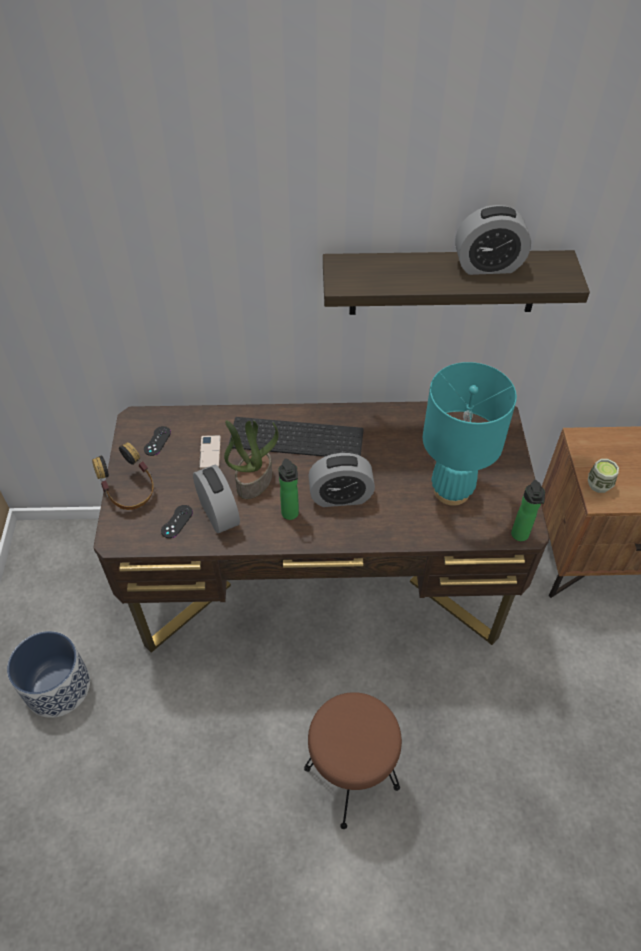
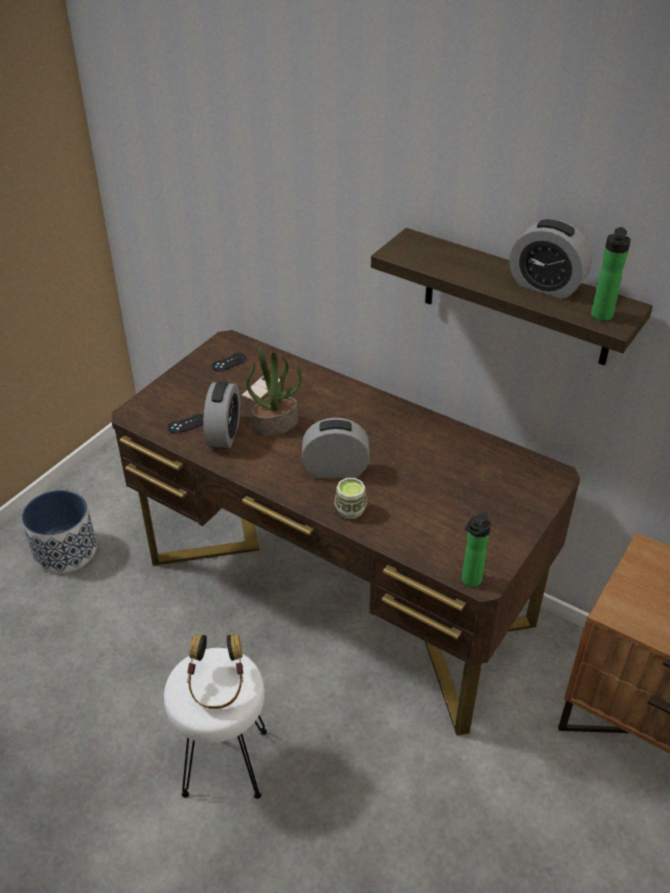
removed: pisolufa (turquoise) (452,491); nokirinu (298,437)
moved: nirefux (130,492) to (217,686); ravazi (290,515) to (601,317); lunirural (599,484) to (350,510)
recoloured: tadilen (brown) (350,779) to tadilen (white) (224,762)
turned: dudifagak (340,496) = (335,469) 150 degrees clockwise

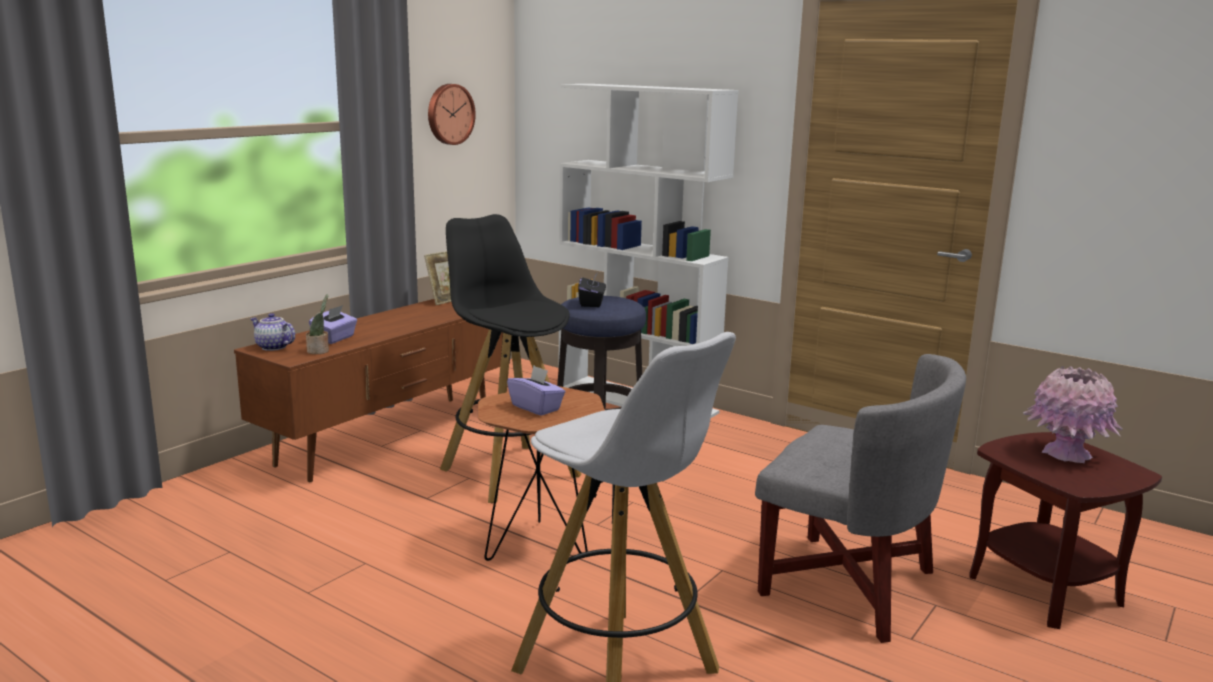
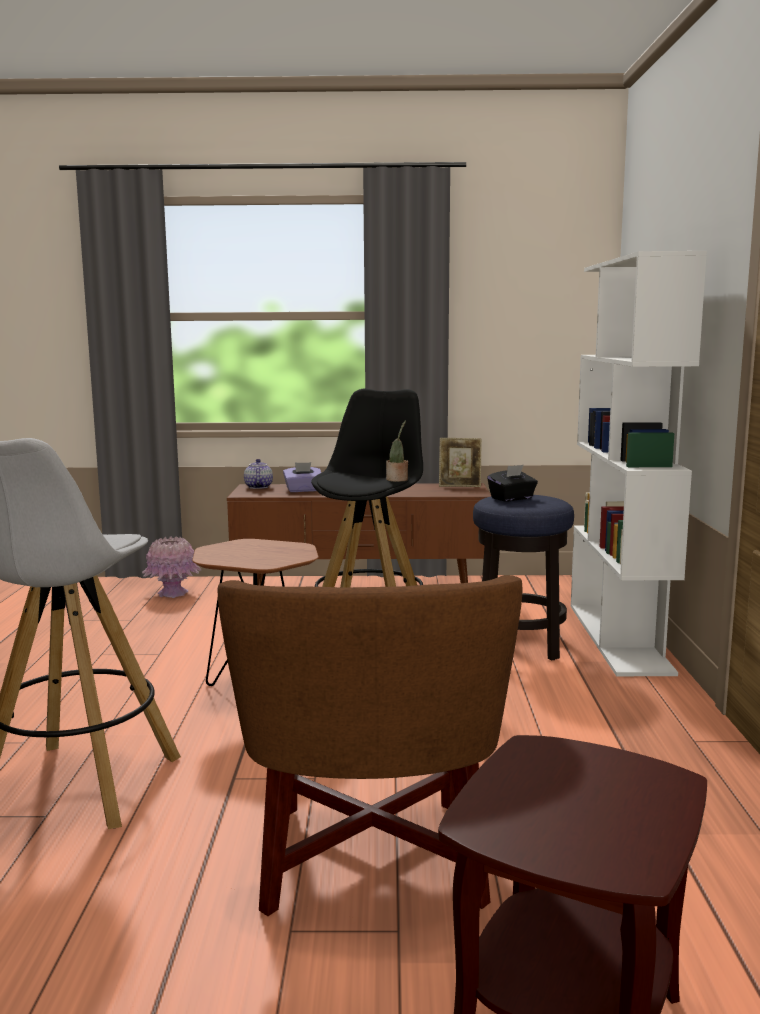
removed: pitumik (449,114); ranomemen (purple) (536,407)
moved: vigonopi (319,351) to (398,480); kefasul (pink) (1066,454) to (172,593)
recoloured: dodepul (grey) (849,585) to dodepul (brown) (371,856)

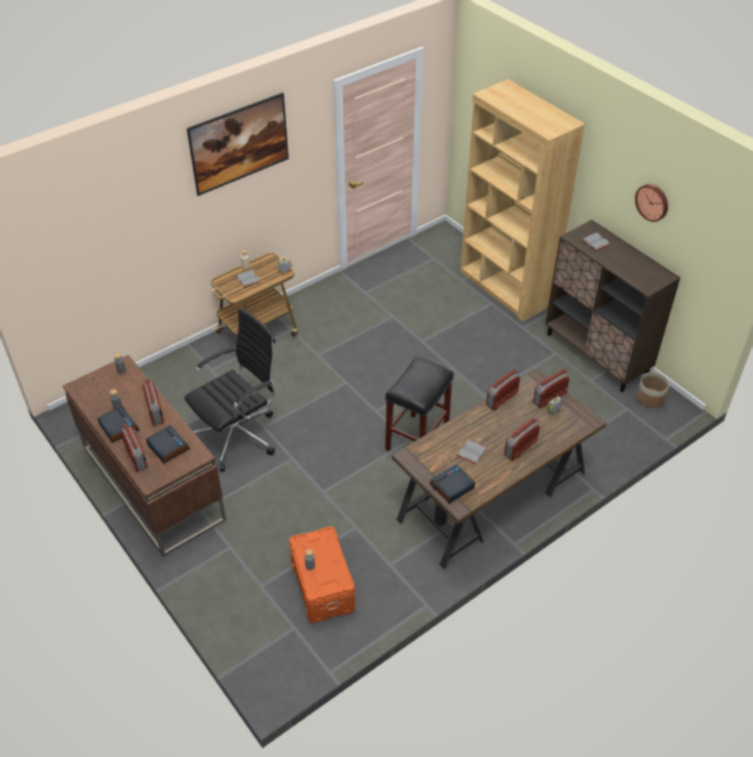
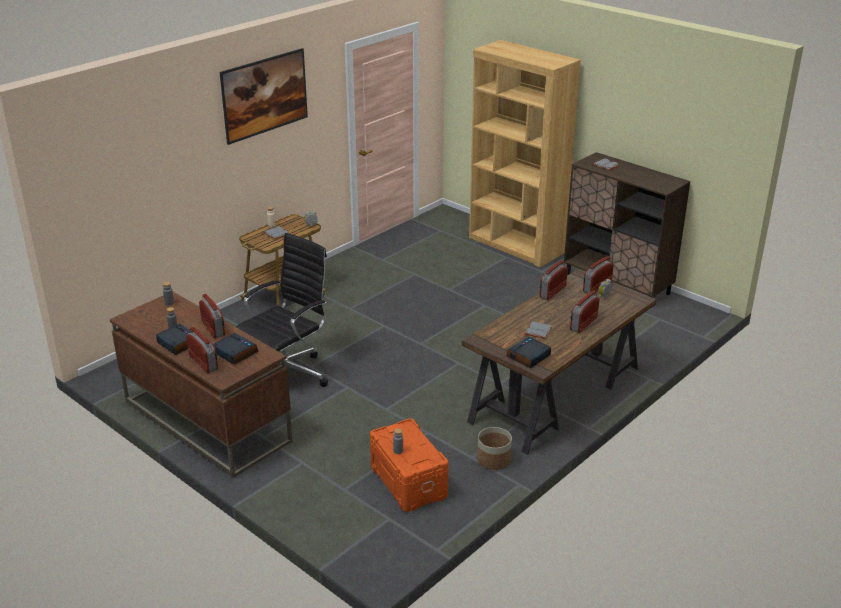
removed: pitumik (652,202); tadilen (black) (417,439)
moved: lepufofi (650,398) to (493,460)

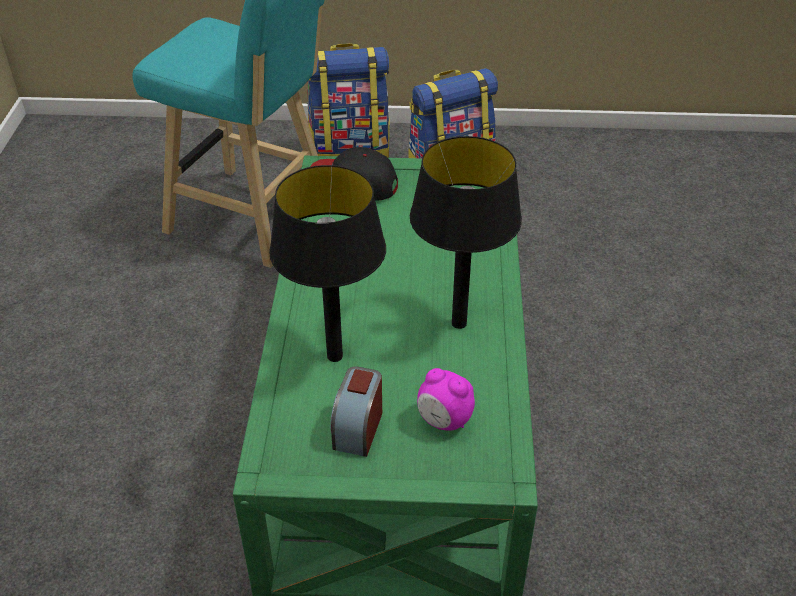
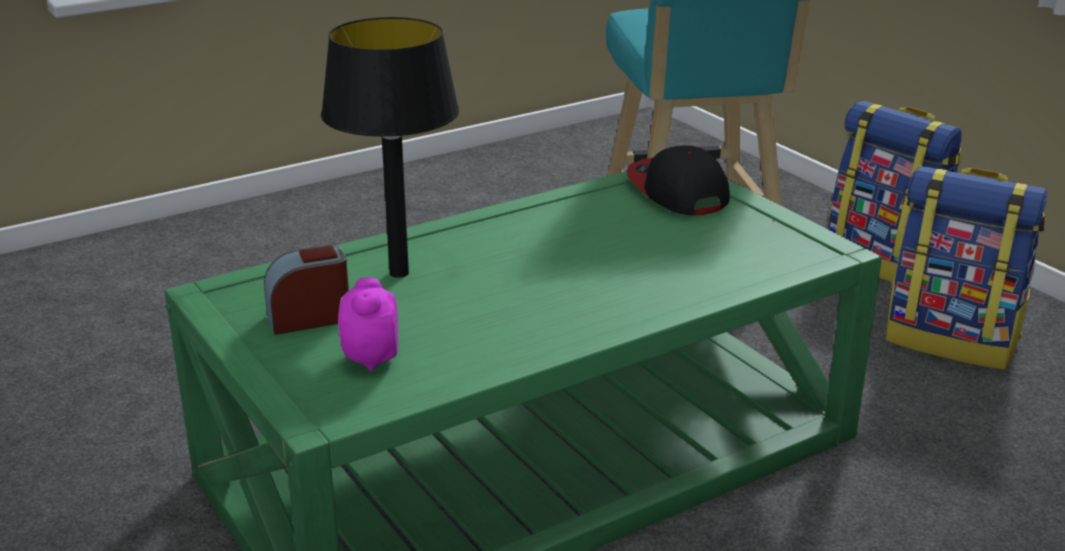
removed: pisolufa (black) (459,323)

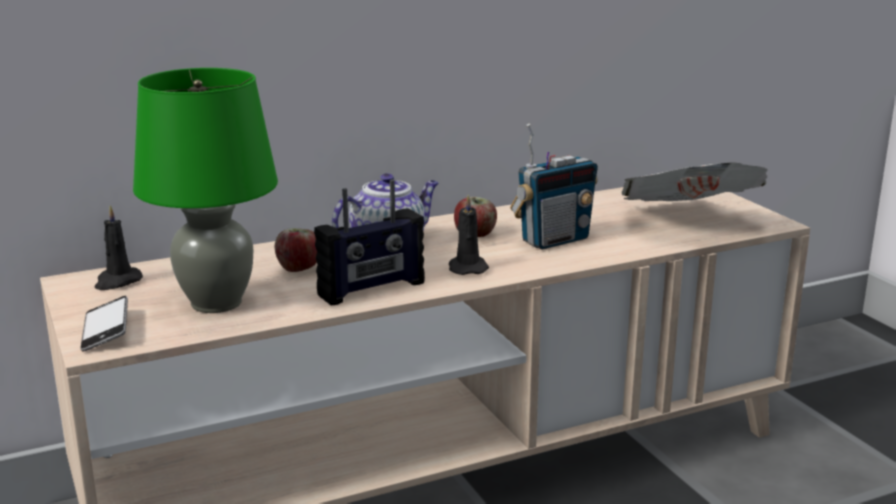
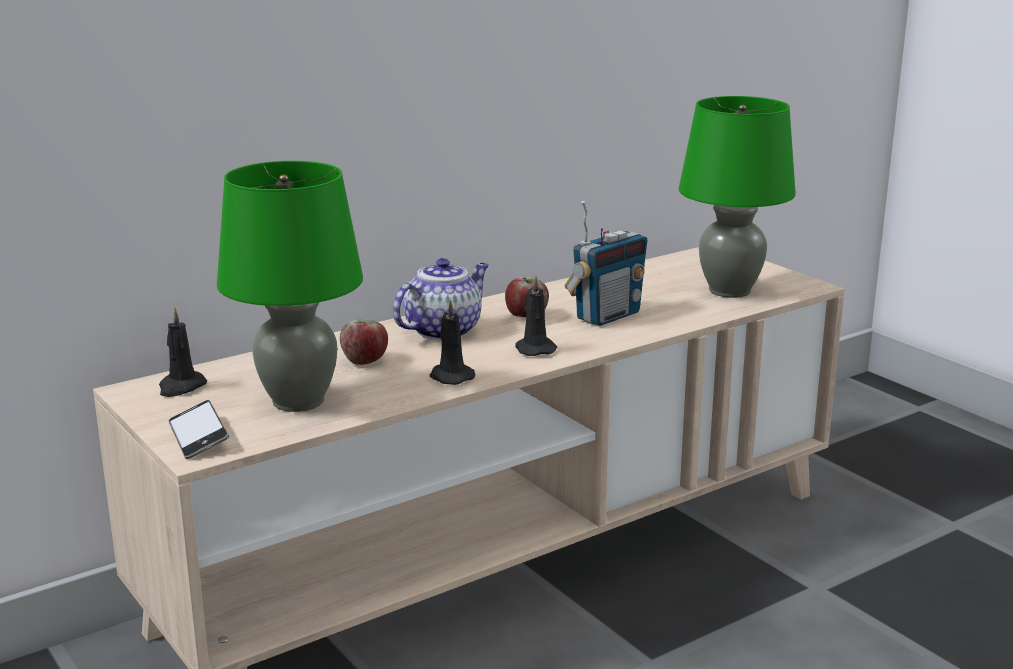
replaced: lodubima (688,223) to pisolufa (green) (729,291); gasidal (372,289) to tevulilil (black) (450,377)

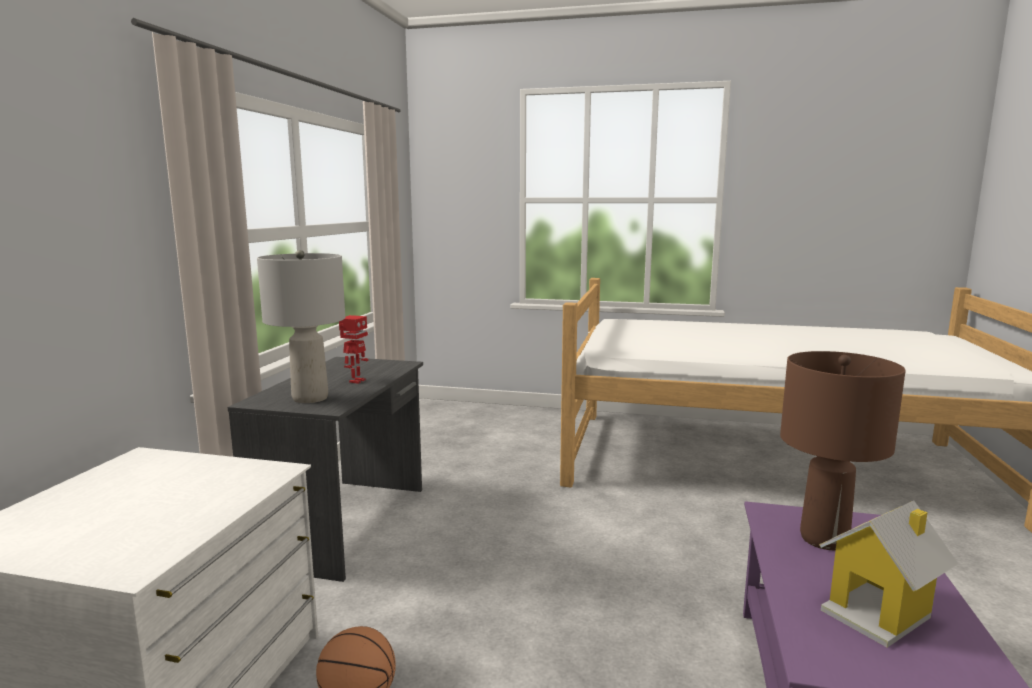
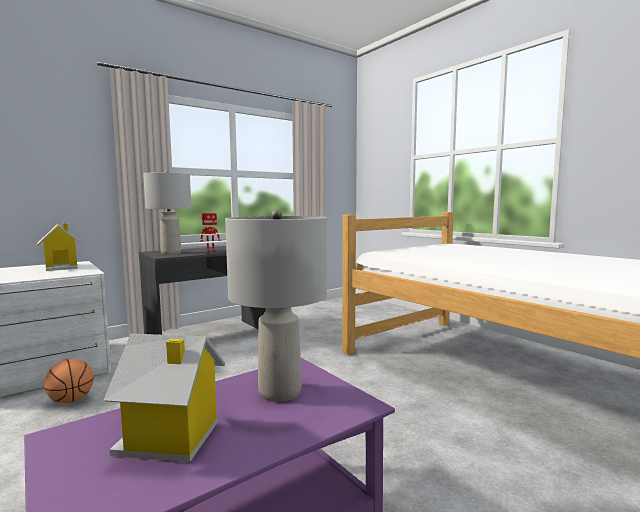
added: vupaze (62,267)
recoloured: pisolufa (brown) (823,539) to pisolufa (grey) (280,391)

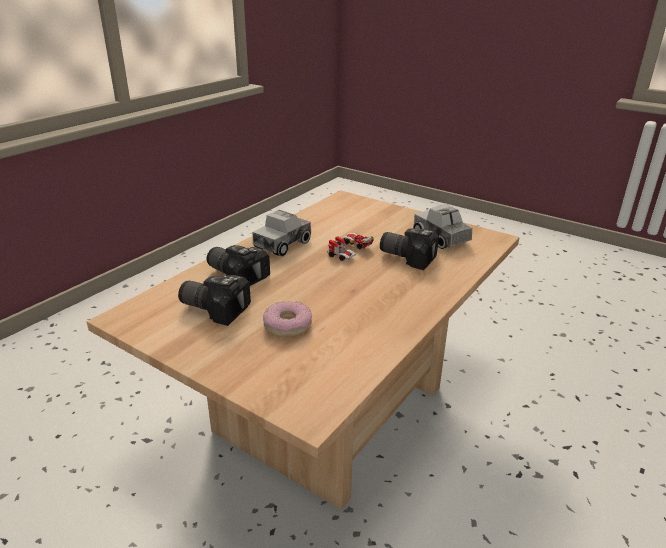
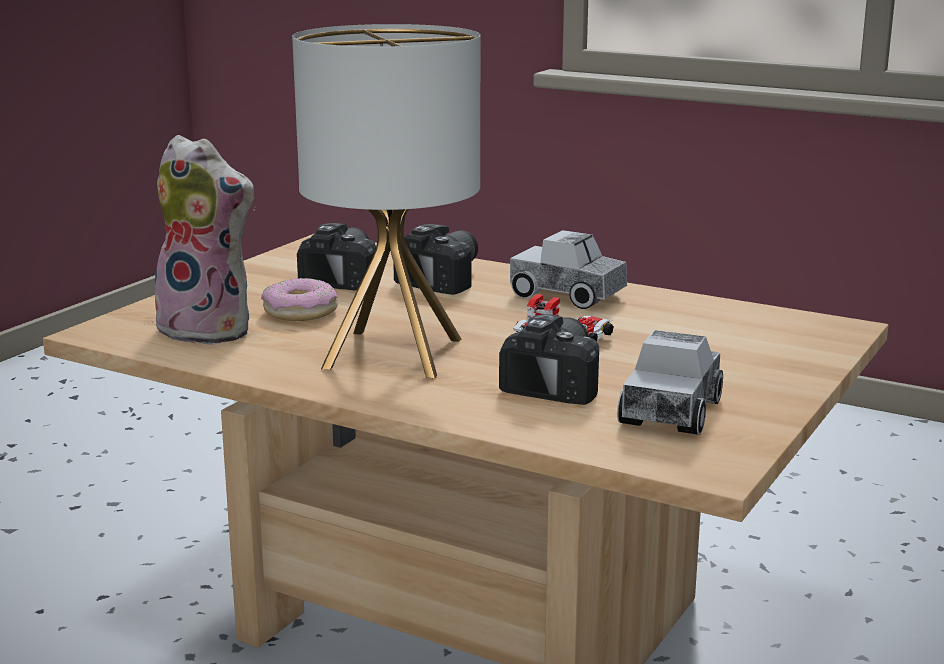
added: pisolufa (393,353); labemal (211,329)
turned: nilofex (441,238) = (671,411) 150 degrees clockwise

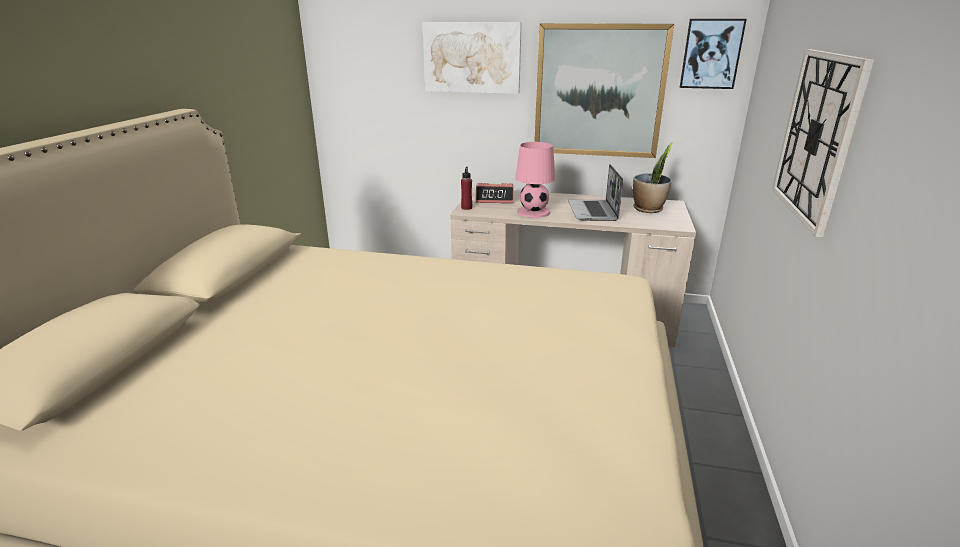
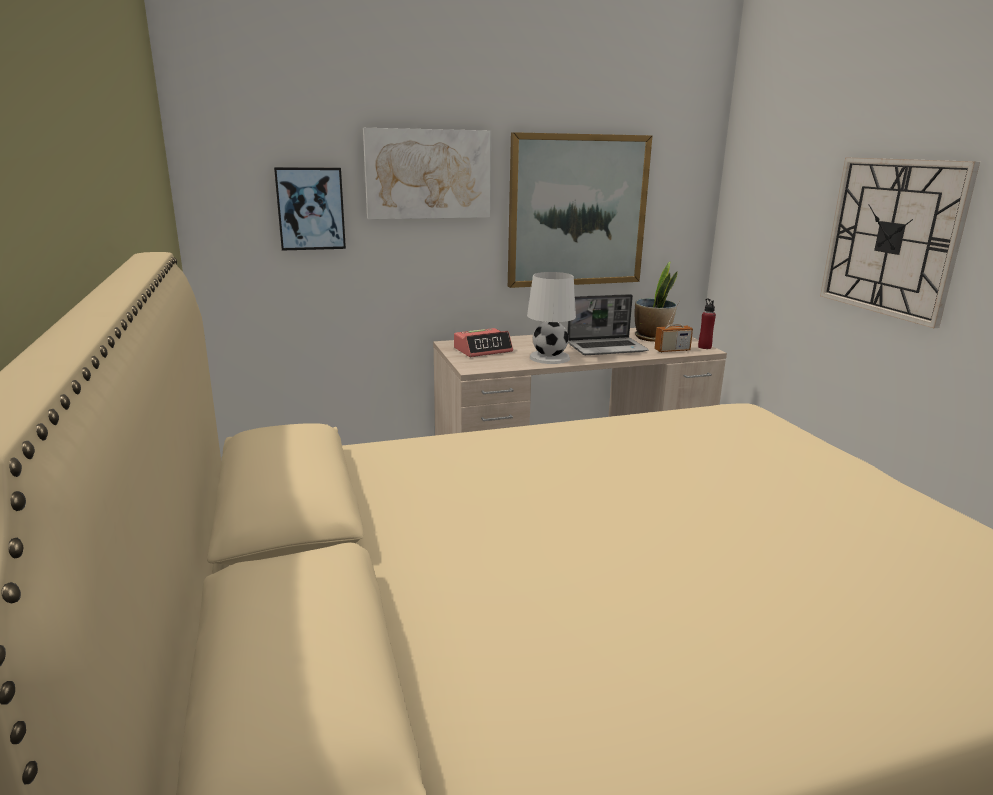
added: gasidal (672,350)
moved: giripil (711,54) to (310,208); ravazi (red) (466,208) to (704,347)
recoloured: pisolufa (pink) (533,212) to pisolufa (white) (549,358)
turned: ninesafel (593,212) = (607,348) 75 degrees counterclockwise

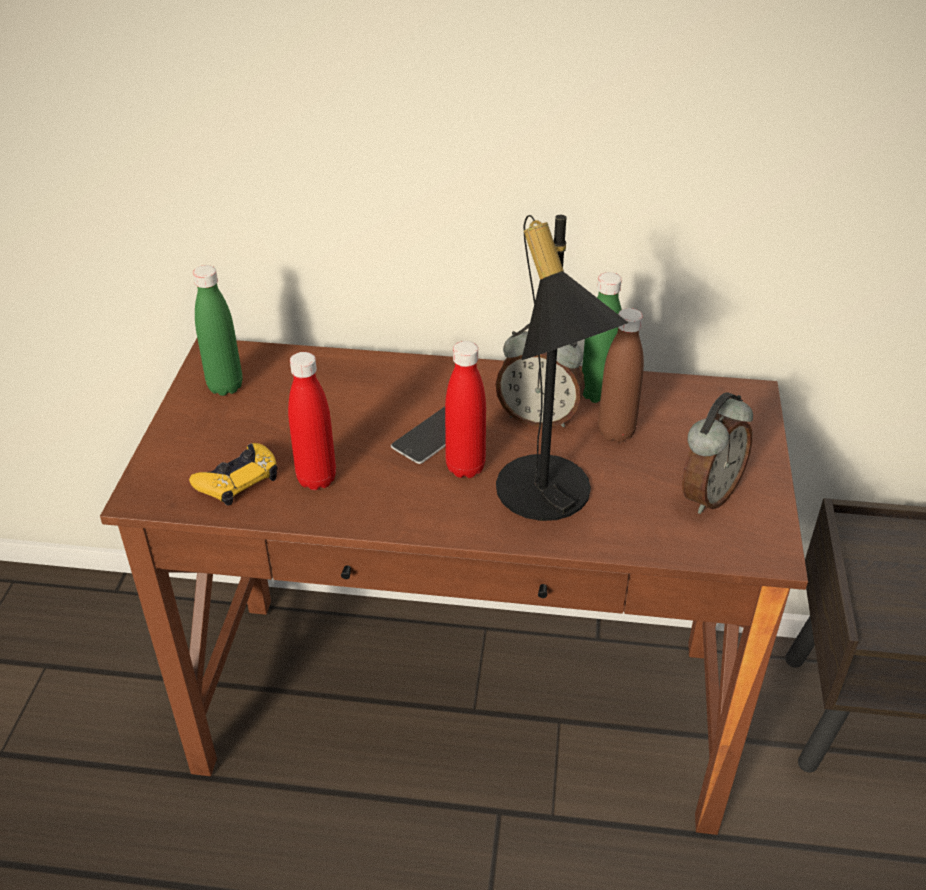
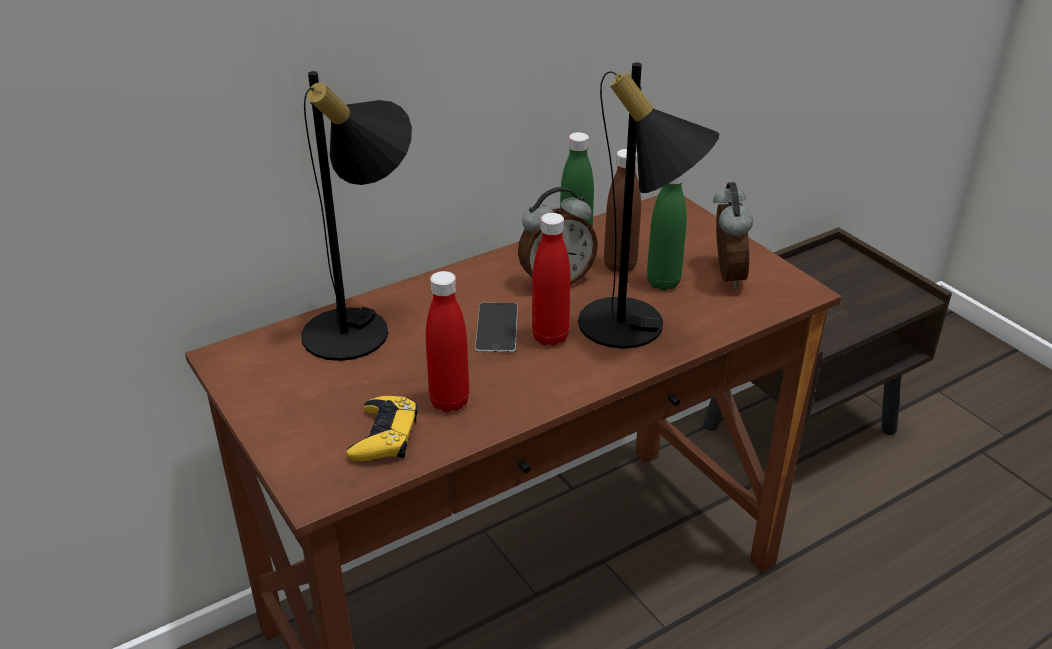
added: pisolufa (black) (361,328)
moved: ravazi (green) (225,386) to (663,283)

